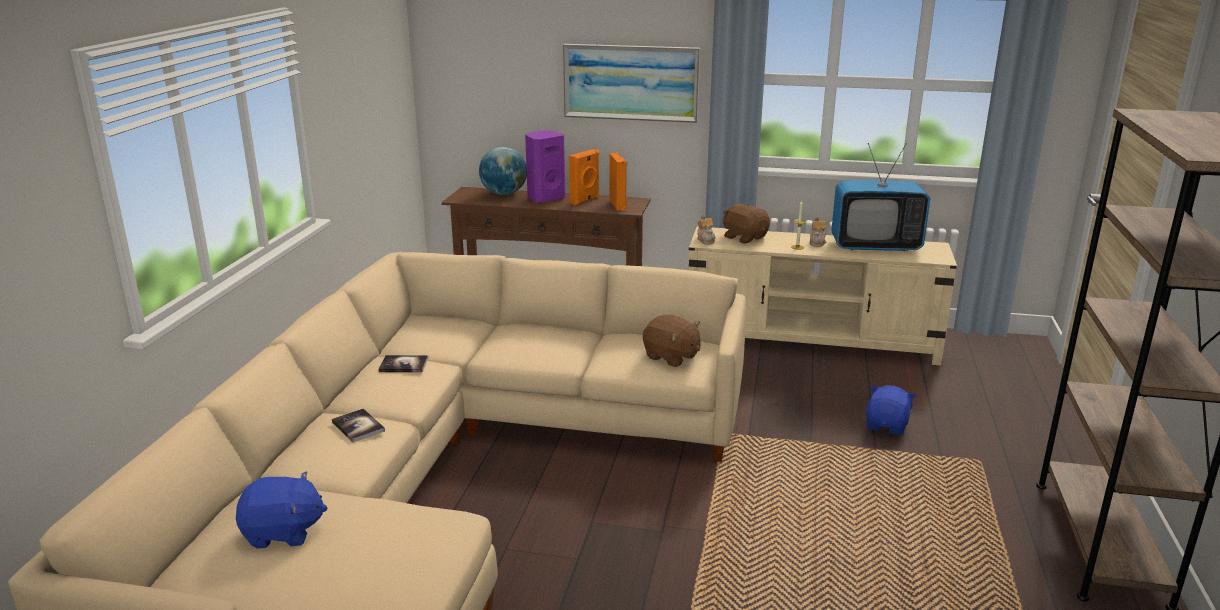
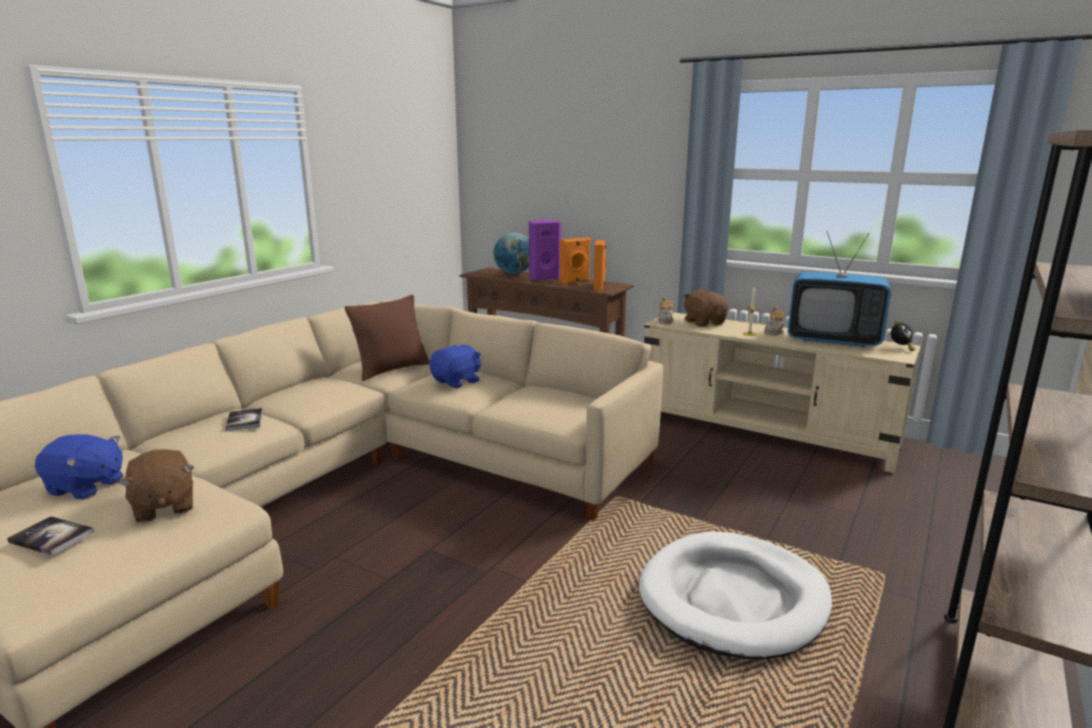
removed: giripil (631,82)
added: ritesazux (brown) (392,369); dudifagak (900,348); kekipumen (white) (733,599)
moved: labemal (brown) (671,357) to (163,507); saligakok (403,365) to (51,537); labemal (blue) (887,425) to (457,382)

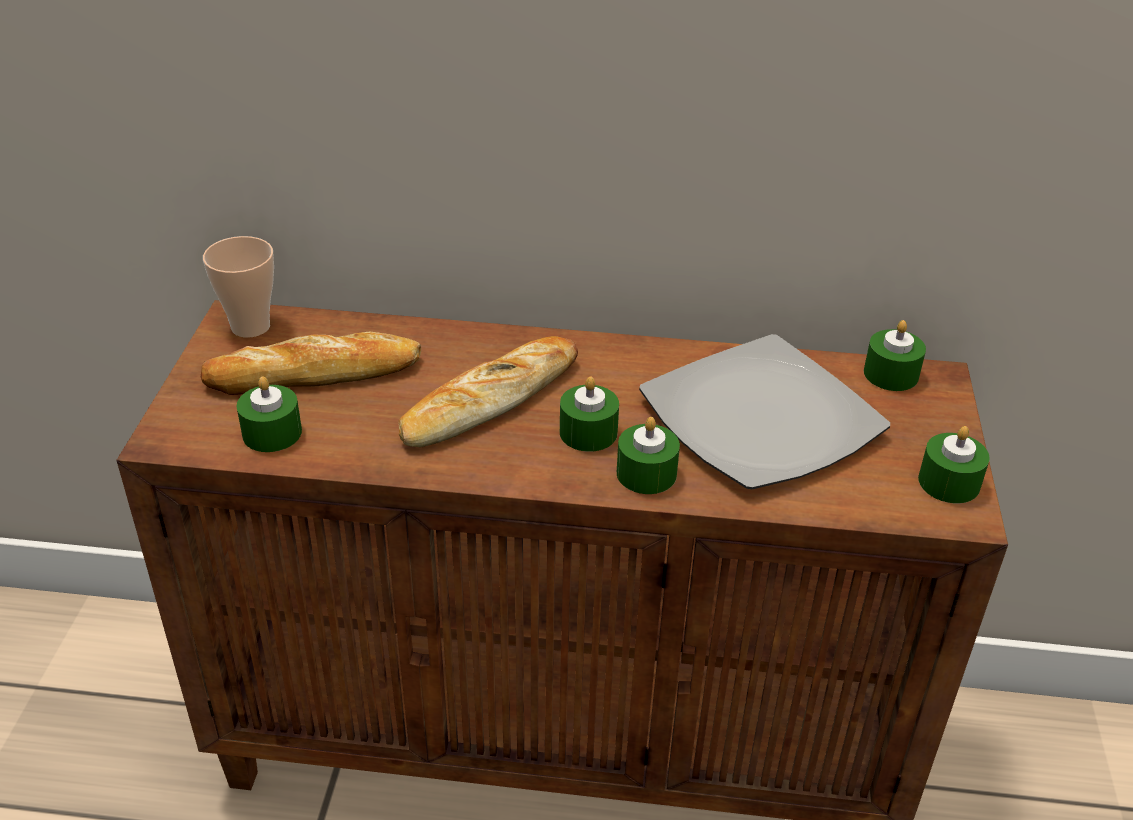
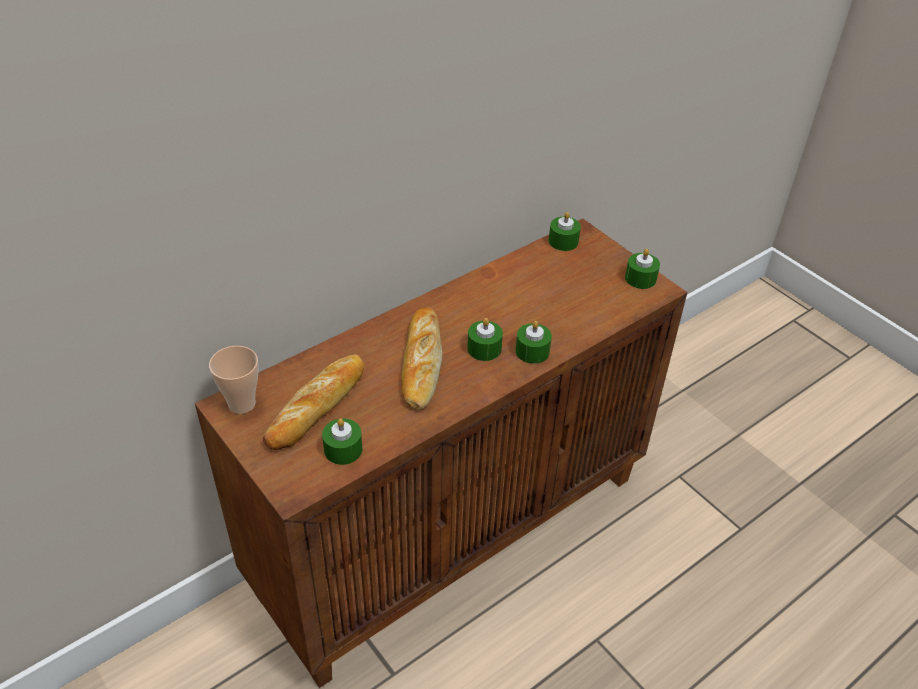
removed: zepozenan (760,420)

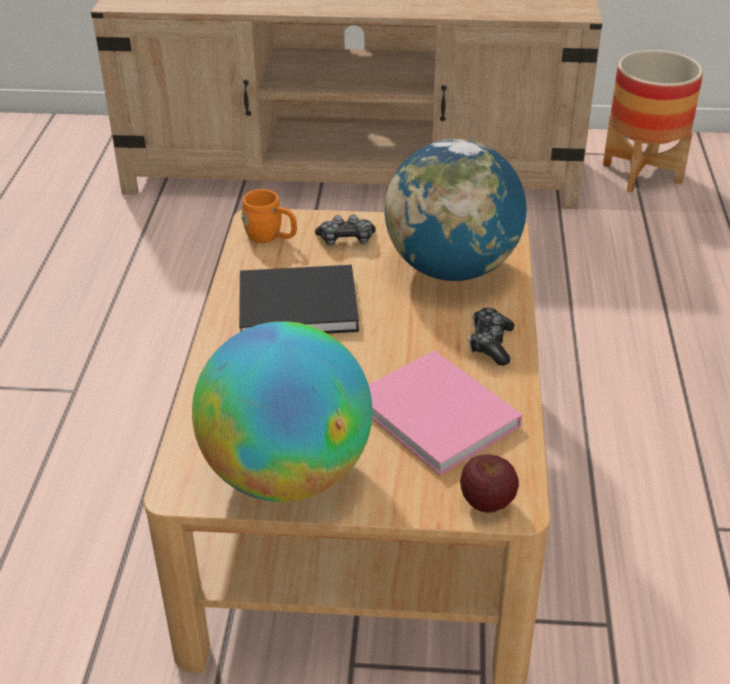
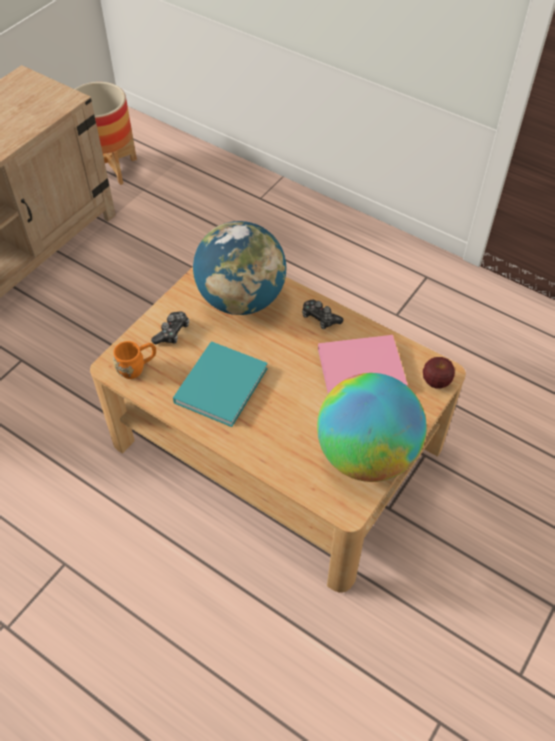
recoloured: saligakok (black) (302,305) to saligakok (turquoise) (222,383)

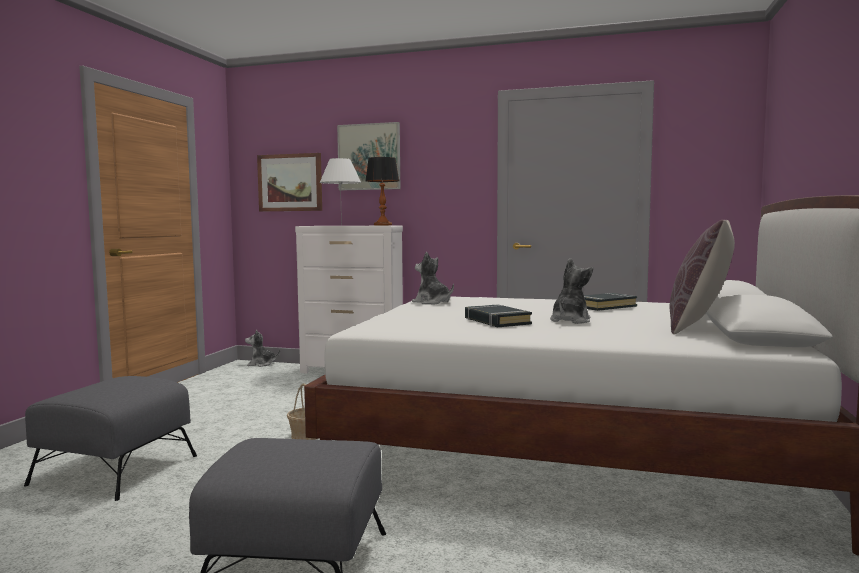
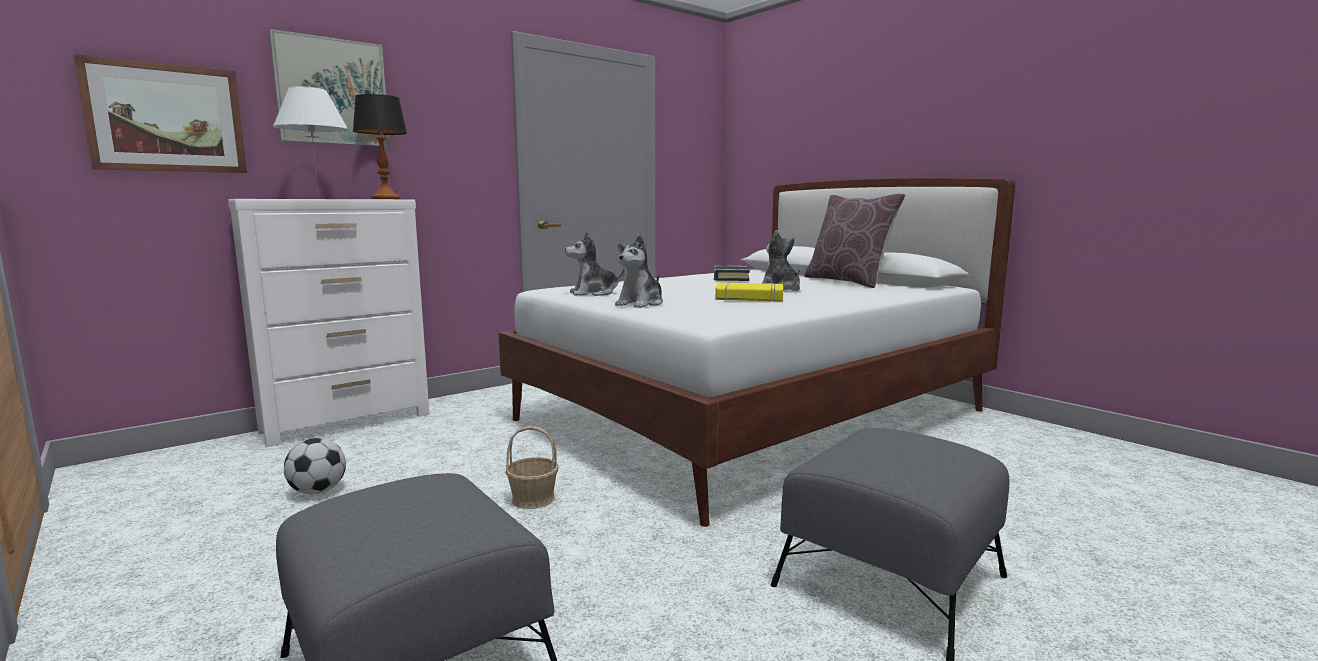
added: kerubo (318,491)
moved: labemal (261,364) to (641,304)
recoloured: saligakok (black) (496,321) to saligakok (yellow) (749,298)

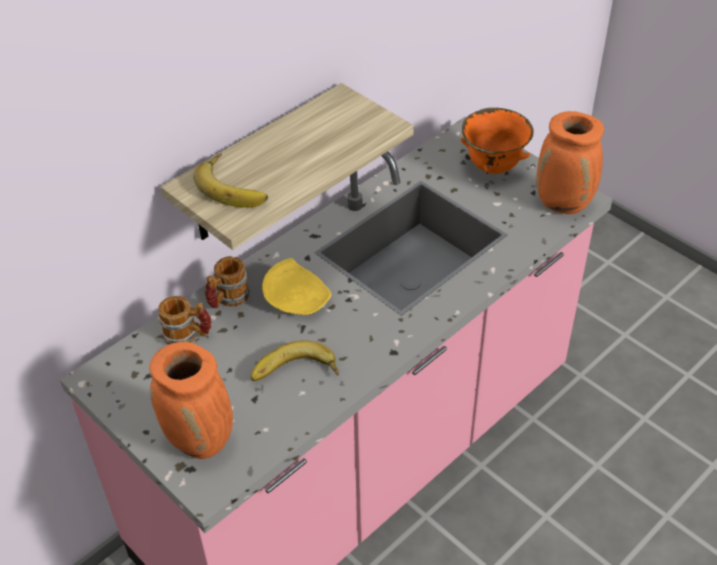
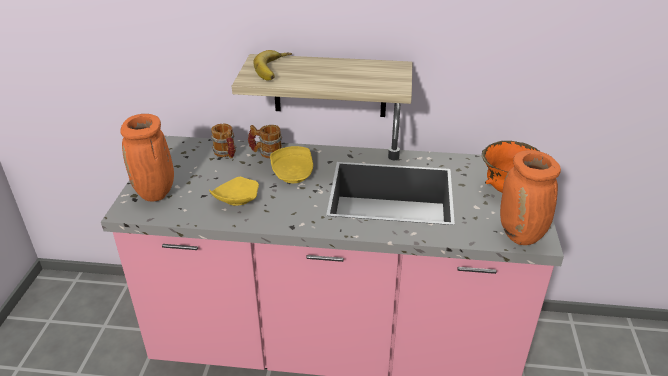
replaced: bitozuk (295,373) to zepozenan (yellow) (236,200)

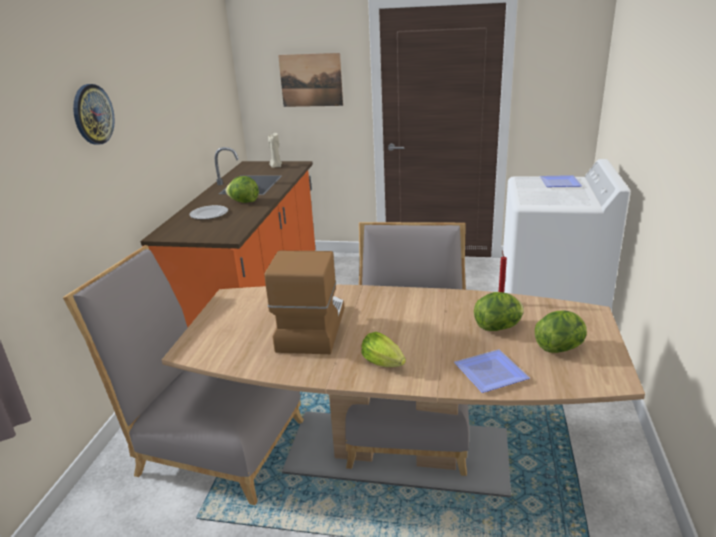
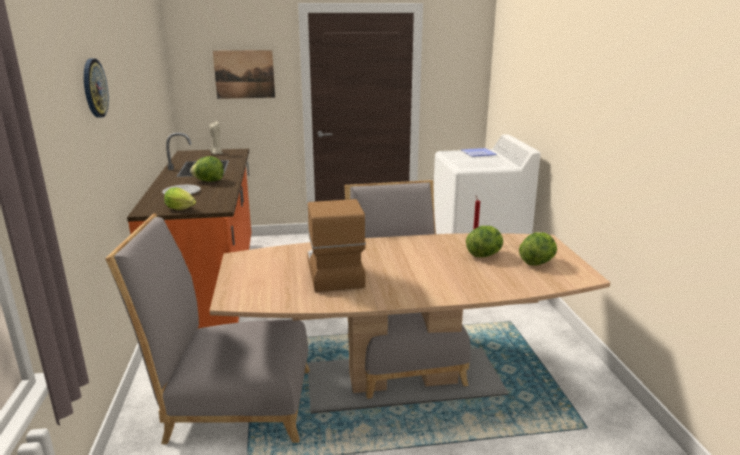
removed: zepozenan (493,374)
moved: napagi (385,364) to (182,209)

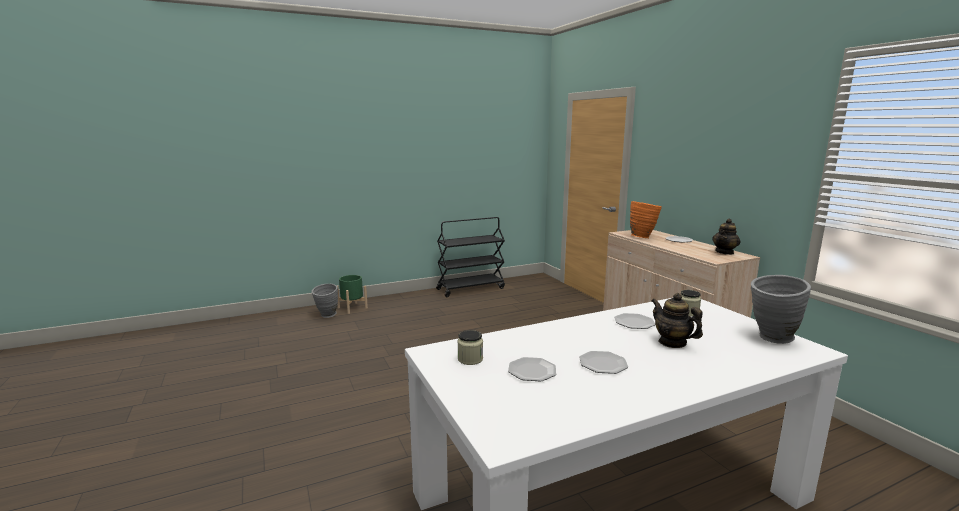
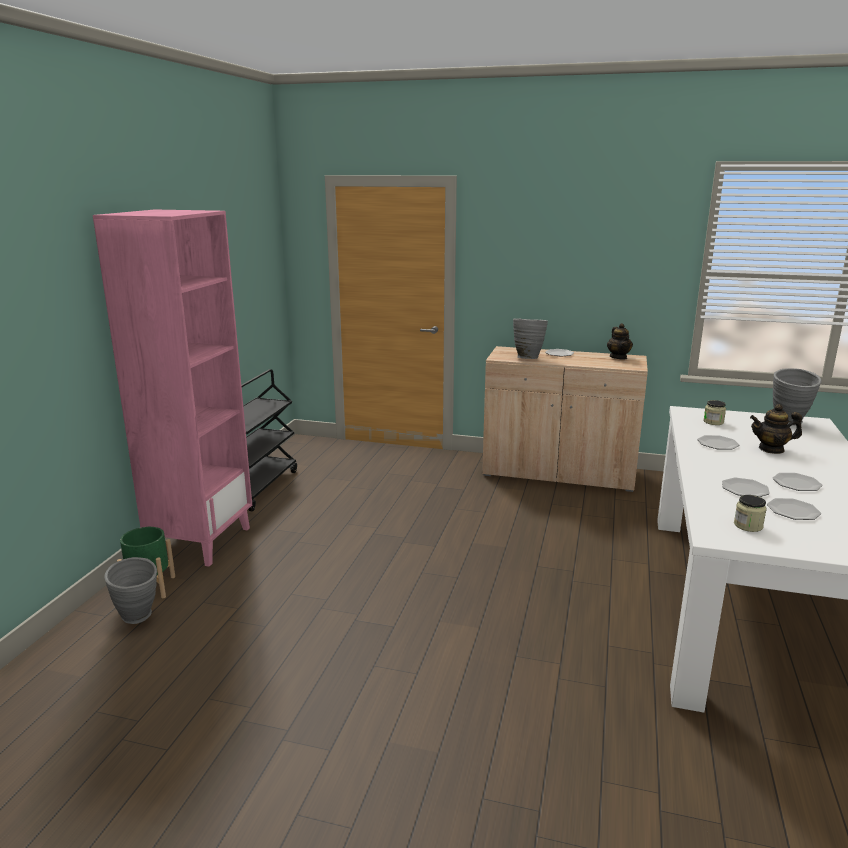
added: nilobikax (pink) (201,541); zepozenan (744,489)
recoloured: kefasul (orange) (643,237) to kefasul (grey) (527,358)

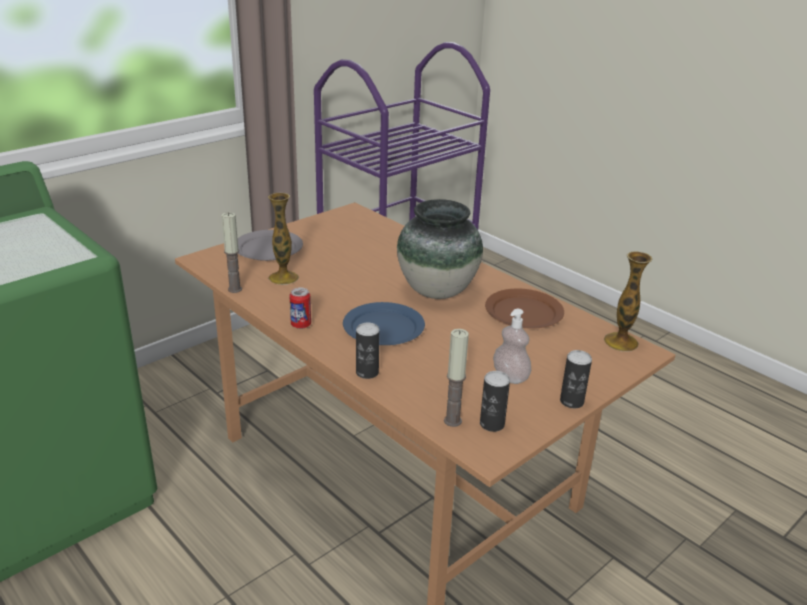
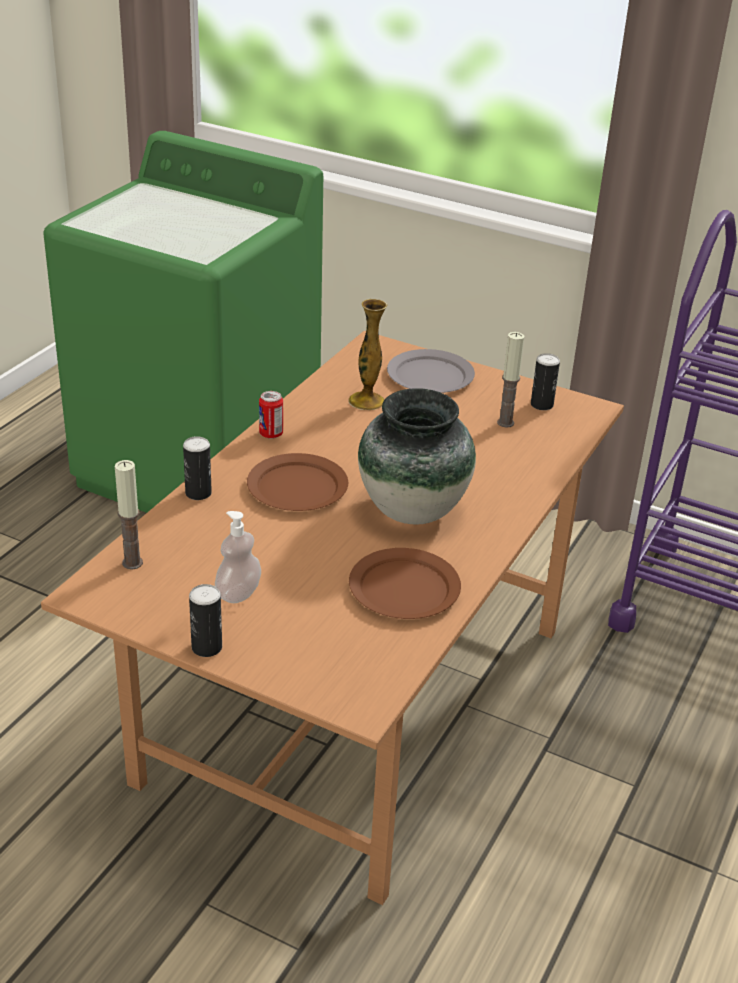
removed: kefasul (620,342)
moved: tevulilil (235,289) to (505,423); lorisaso (492,424) to (541,405)
recoloured: zepozenan (blue) (383,328) to zepozenan (brown) (297,486)

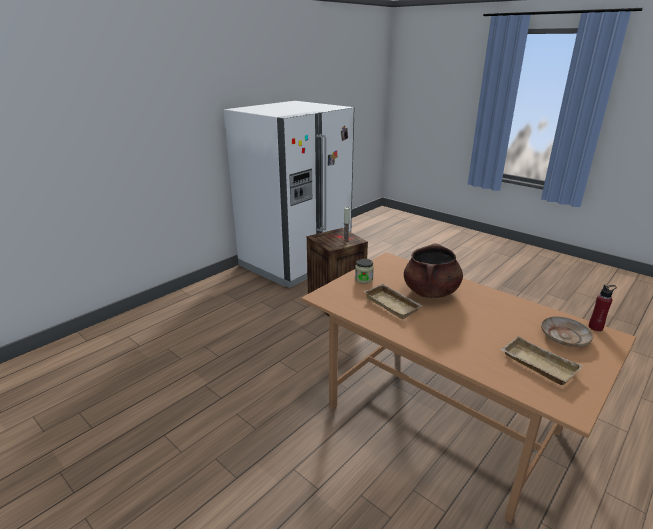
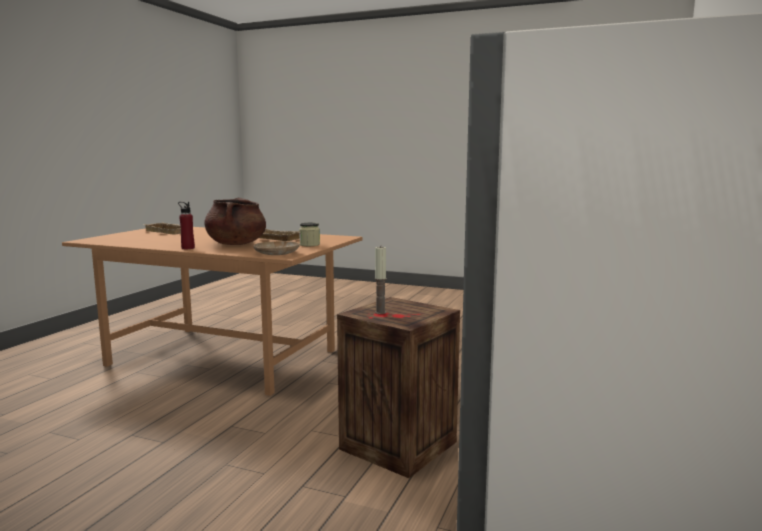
moved: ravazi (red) (595,327) to (188,248); zepozenan (beige) (564,337) to (276,253)

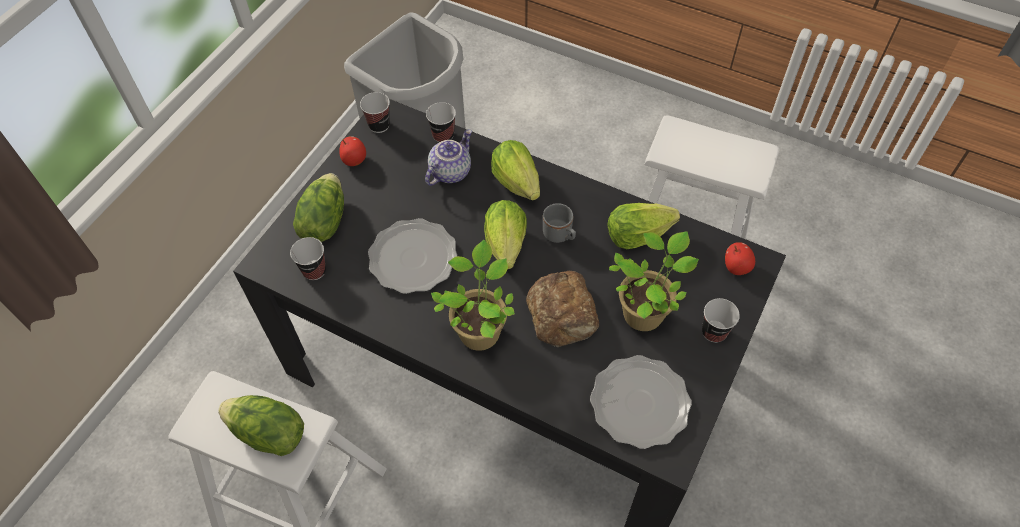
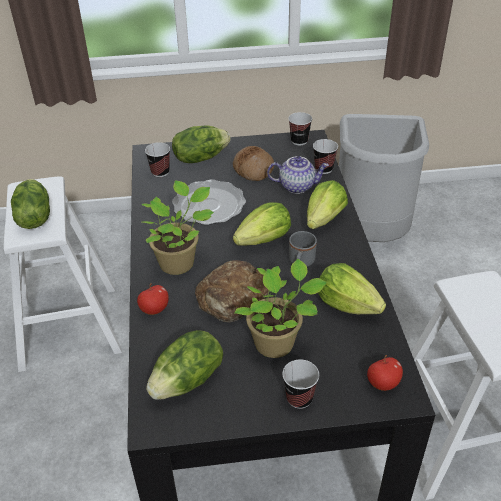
added: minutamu (253,169)
moved: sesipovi (354,160) to (154,309)
replaced: zepozenan (640,403) to napagi (188,380)

